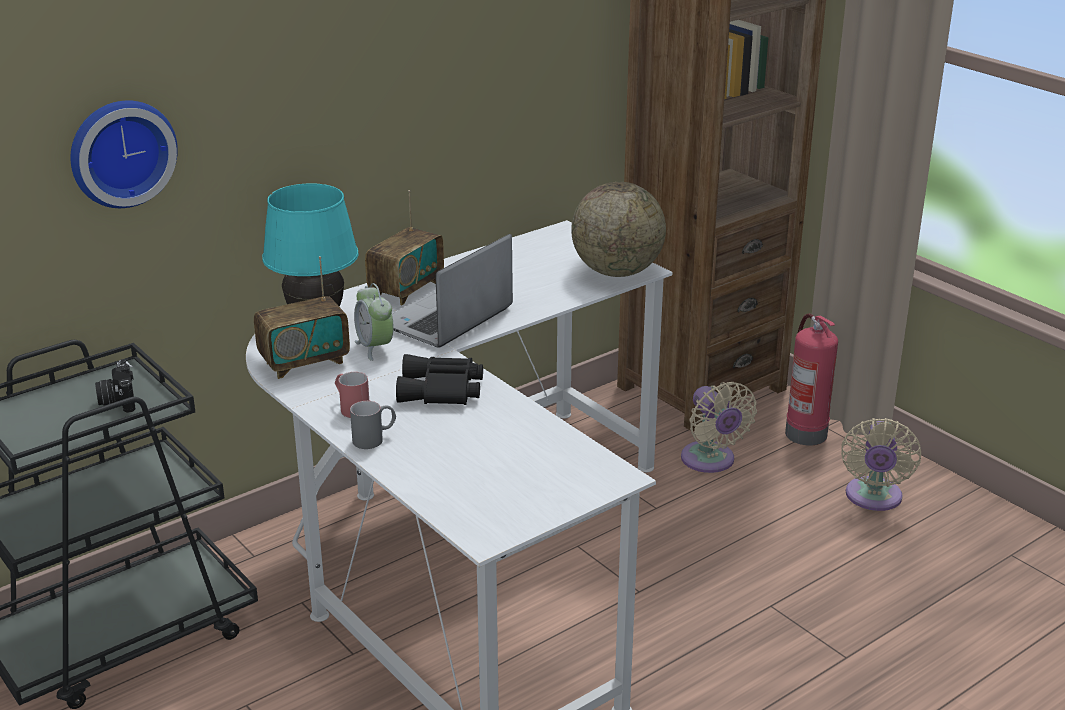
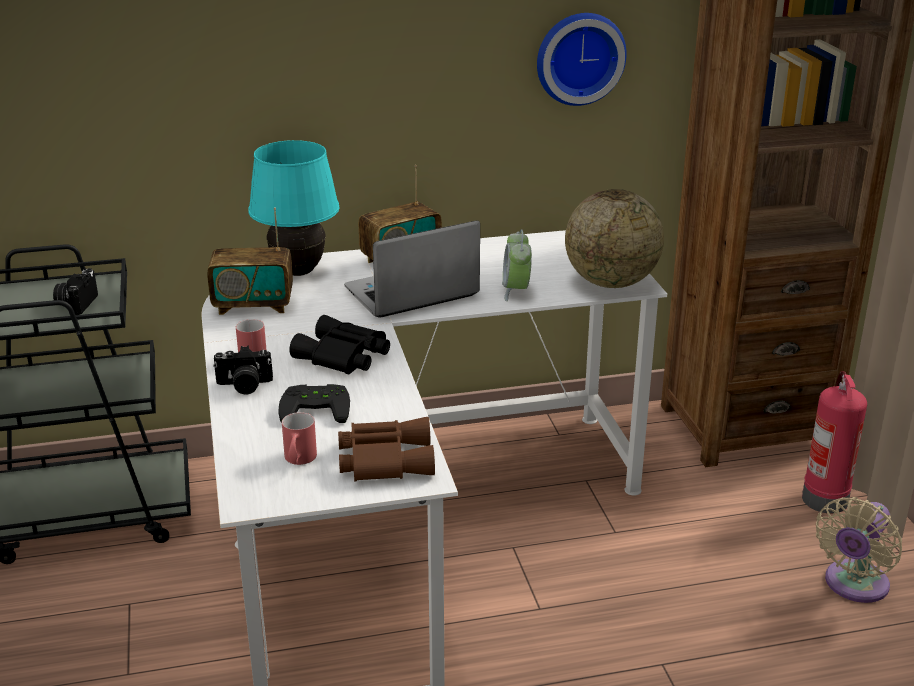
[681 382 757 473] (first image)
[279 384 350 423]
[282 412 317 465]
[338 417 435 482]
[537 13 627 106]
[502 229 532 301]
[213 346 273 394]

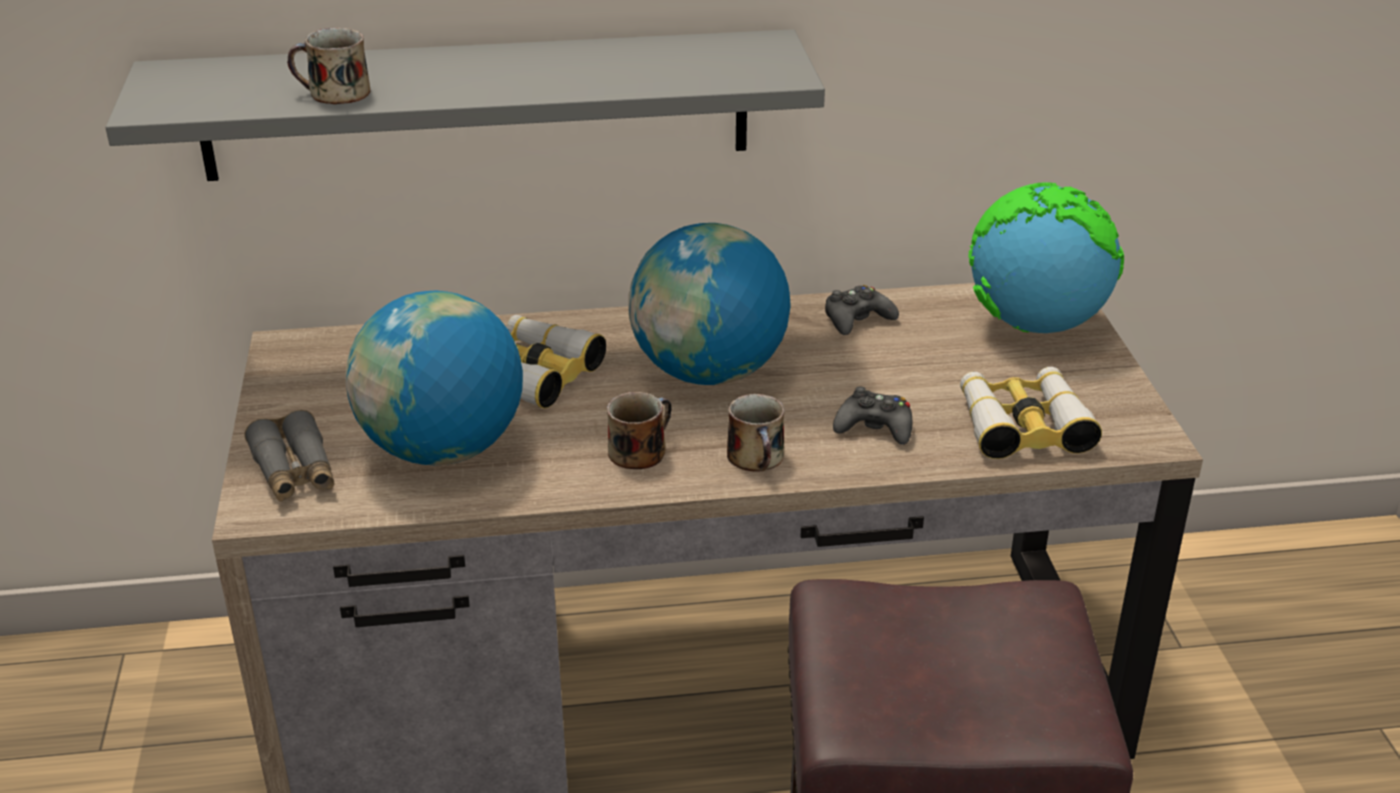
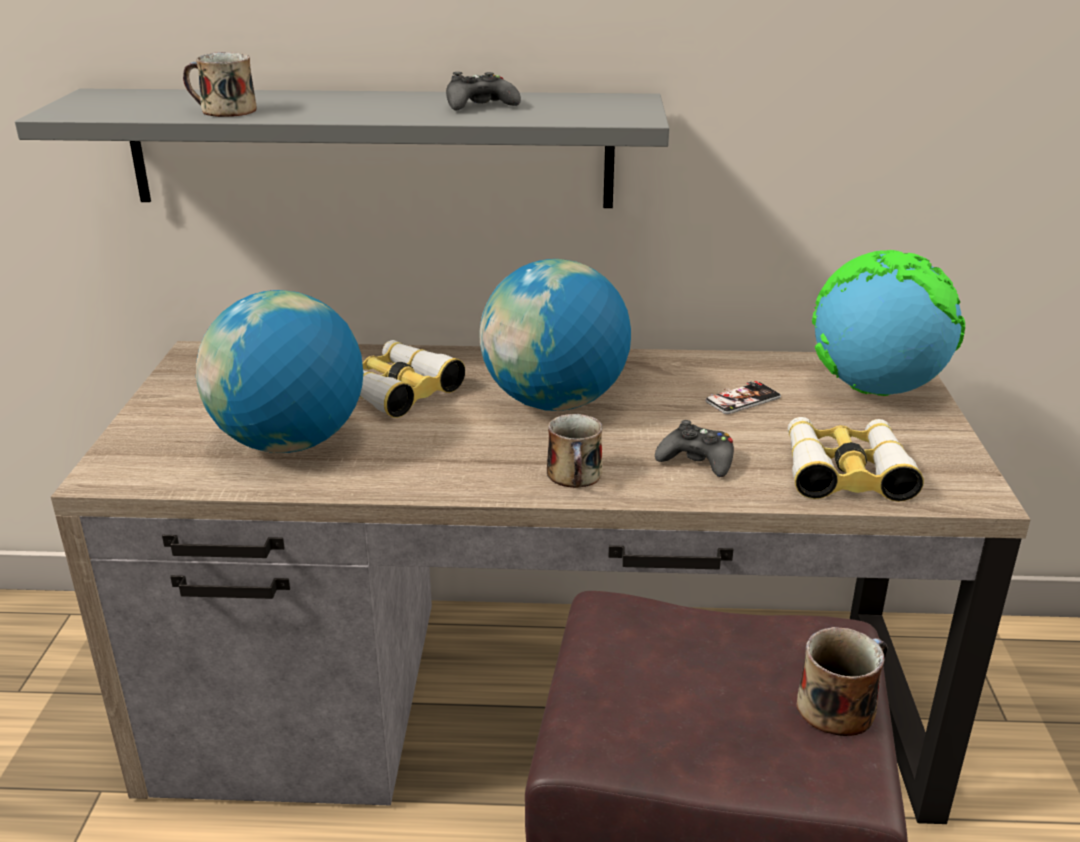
[244 410 334 502] (first image)
[705 381 781 414]
[796 627 888 736]
[446 72 521 111]

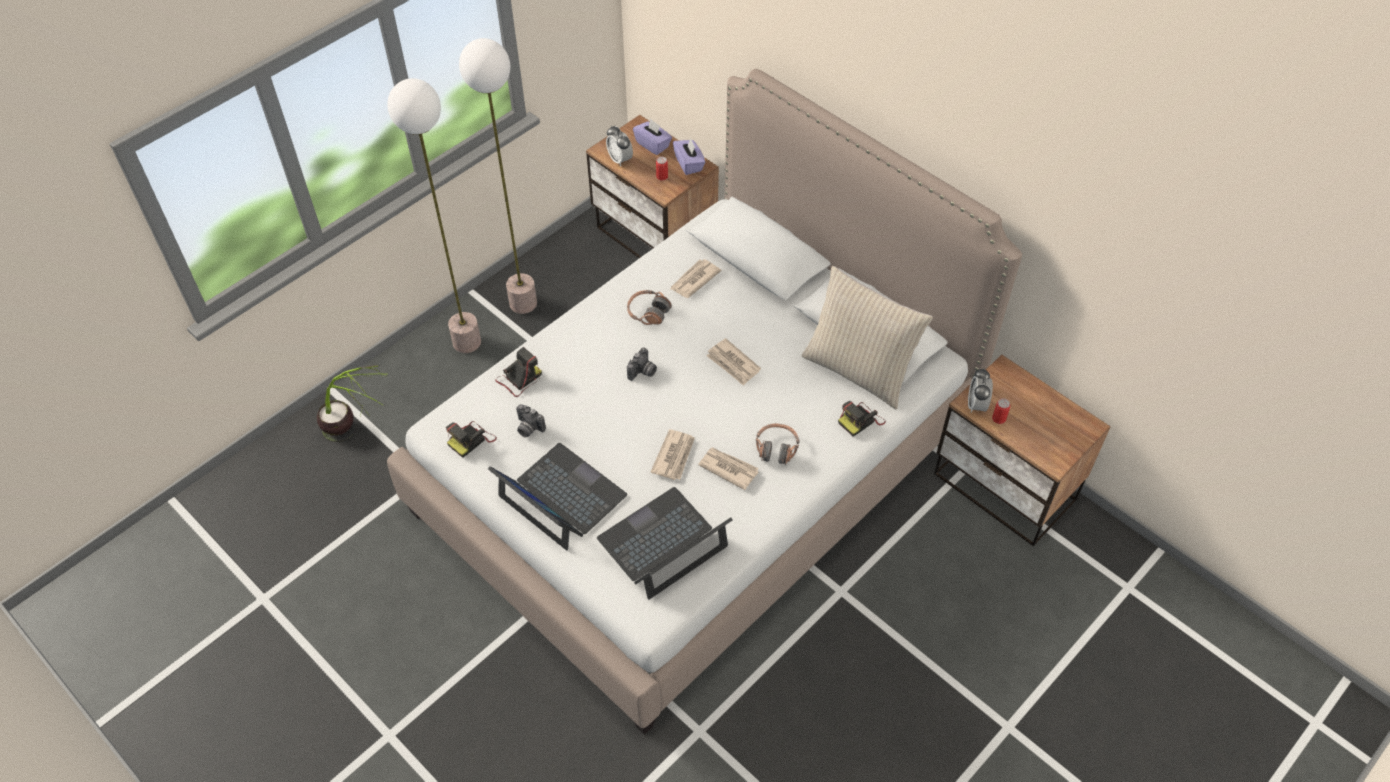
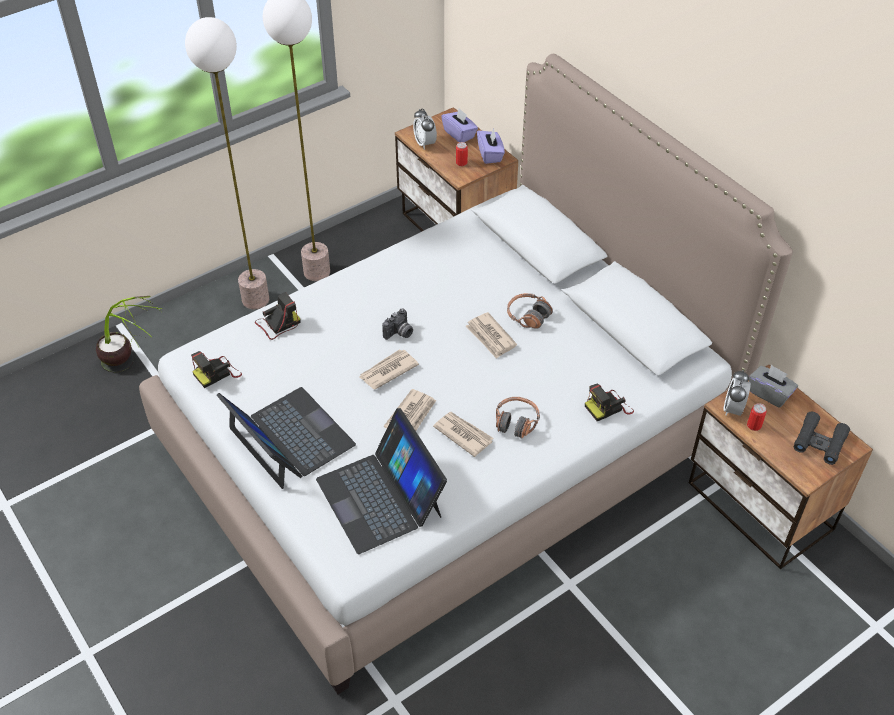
[516 404 546 437] (first image)
[802 266 933 409] (first image)
[749 365 798 408]
[794 412 850 465]
[507 293 553 329]
[359 349 419 389]
[316 408 447 554]

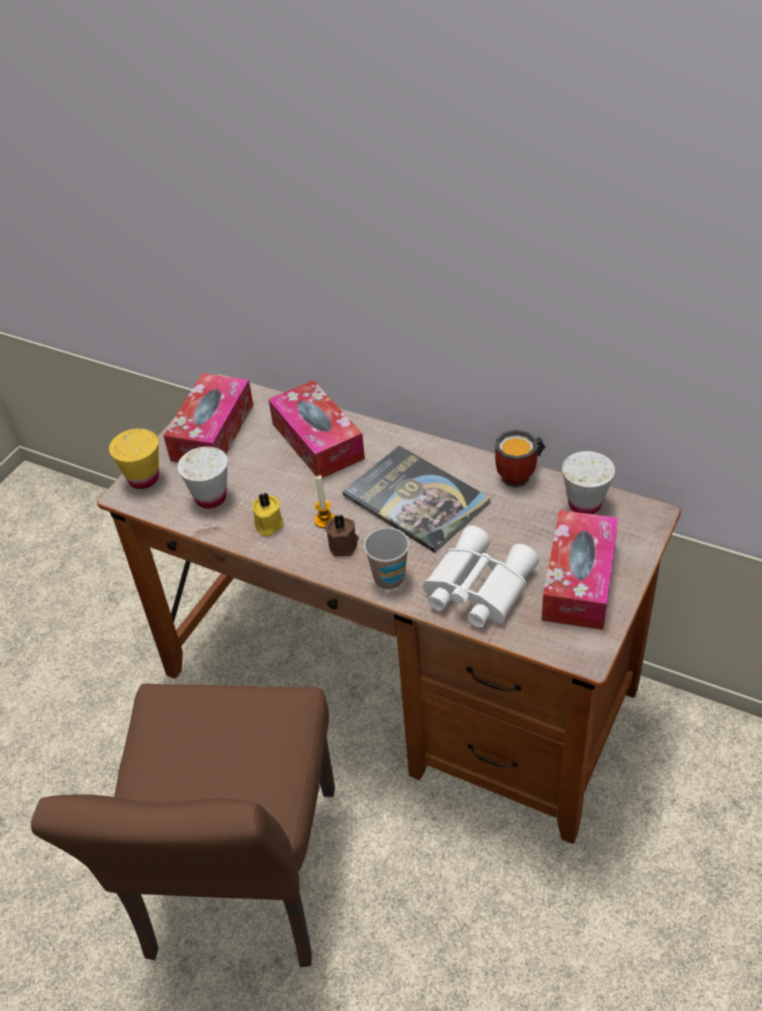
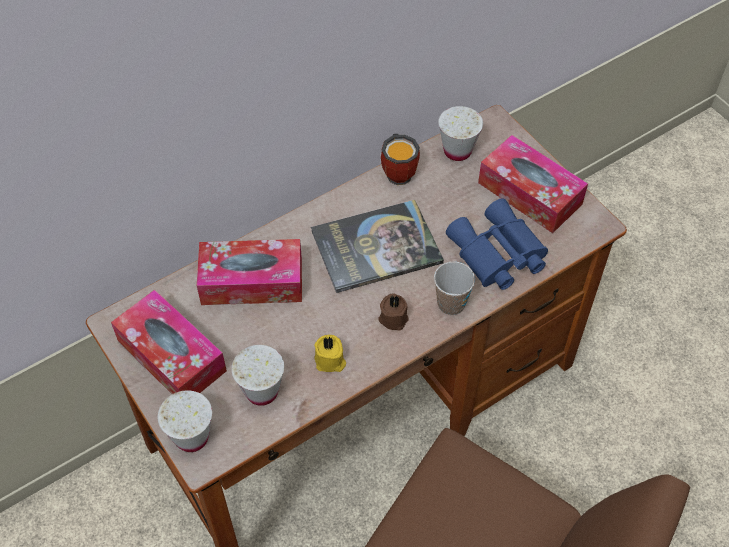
[314 475 335 528] (first image)
[158 390 212 452]
[446 199 548 290]

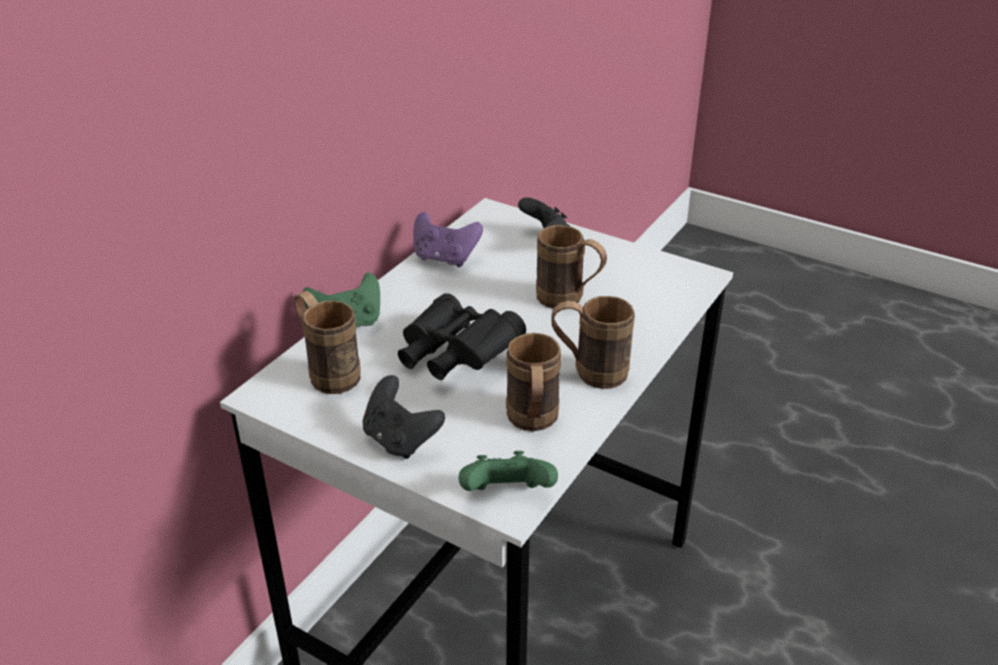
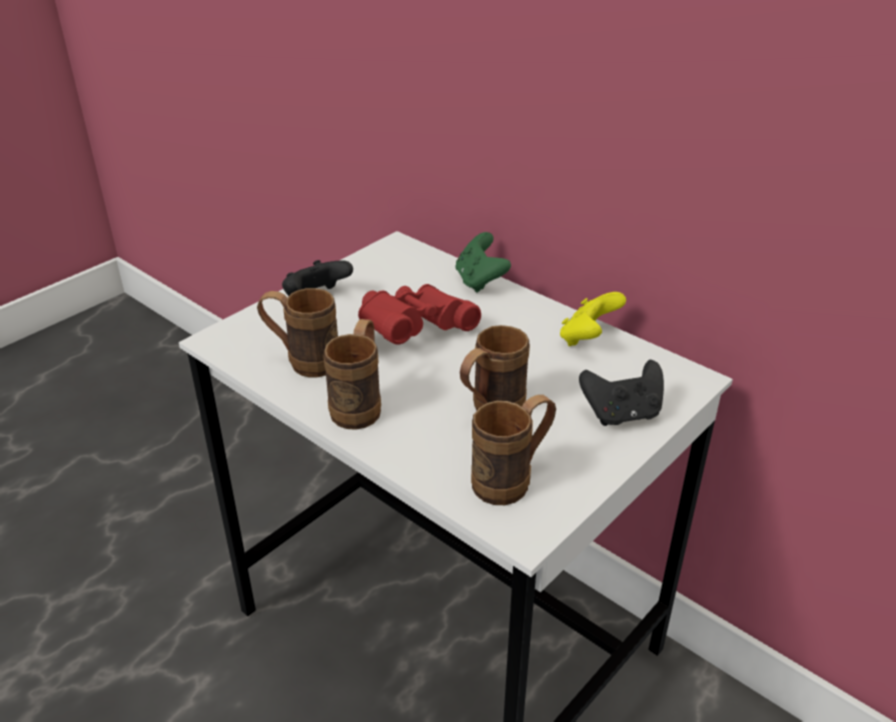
[459 451 558 491] (first image)
[471 395 556 505]
[358 284 481 345]
[560 292 626 346]

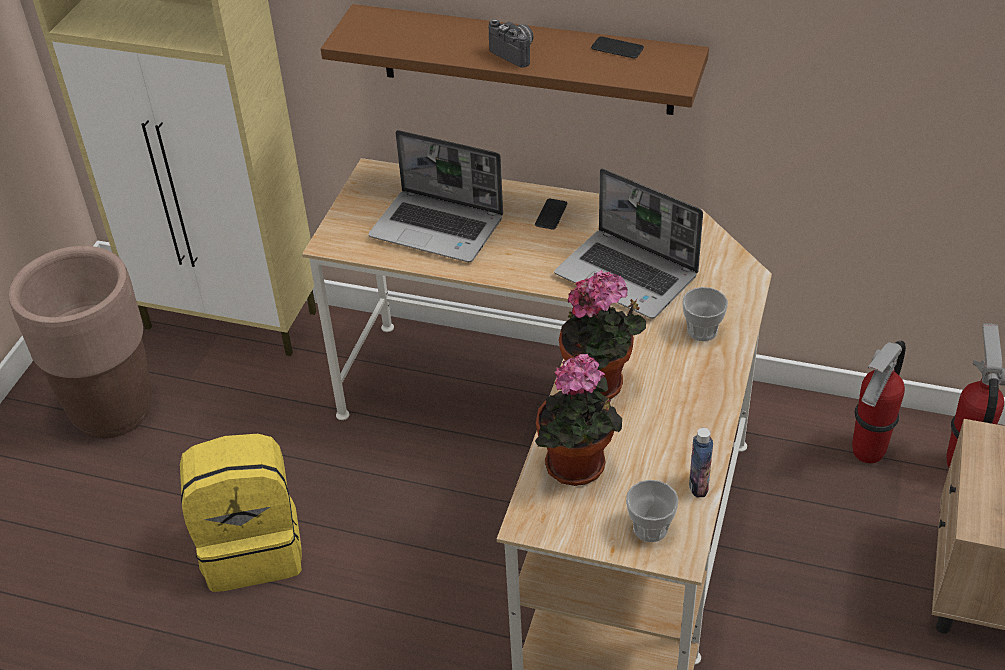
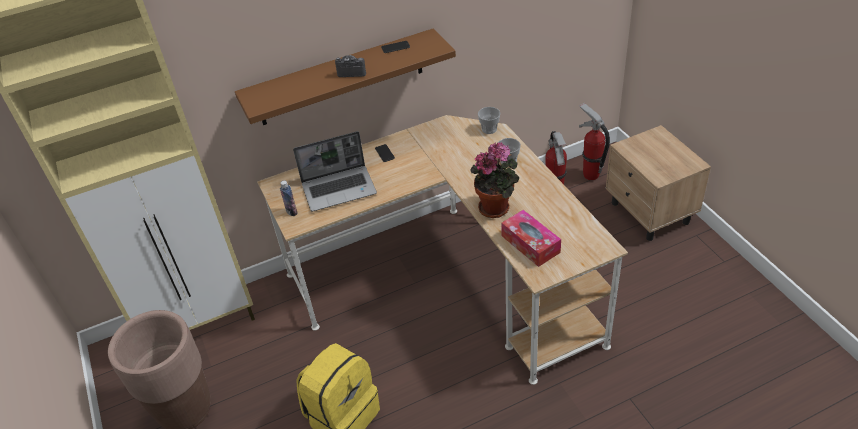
[554 169 703 319] (first image)
[478 107 500 134]
[280 181 298 216]
[501 210 561 267]

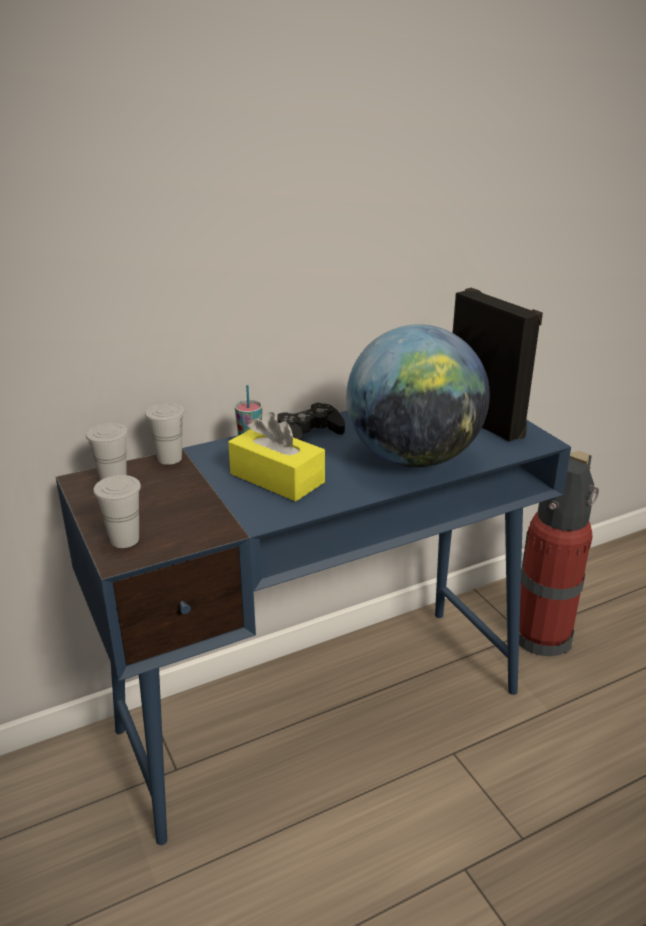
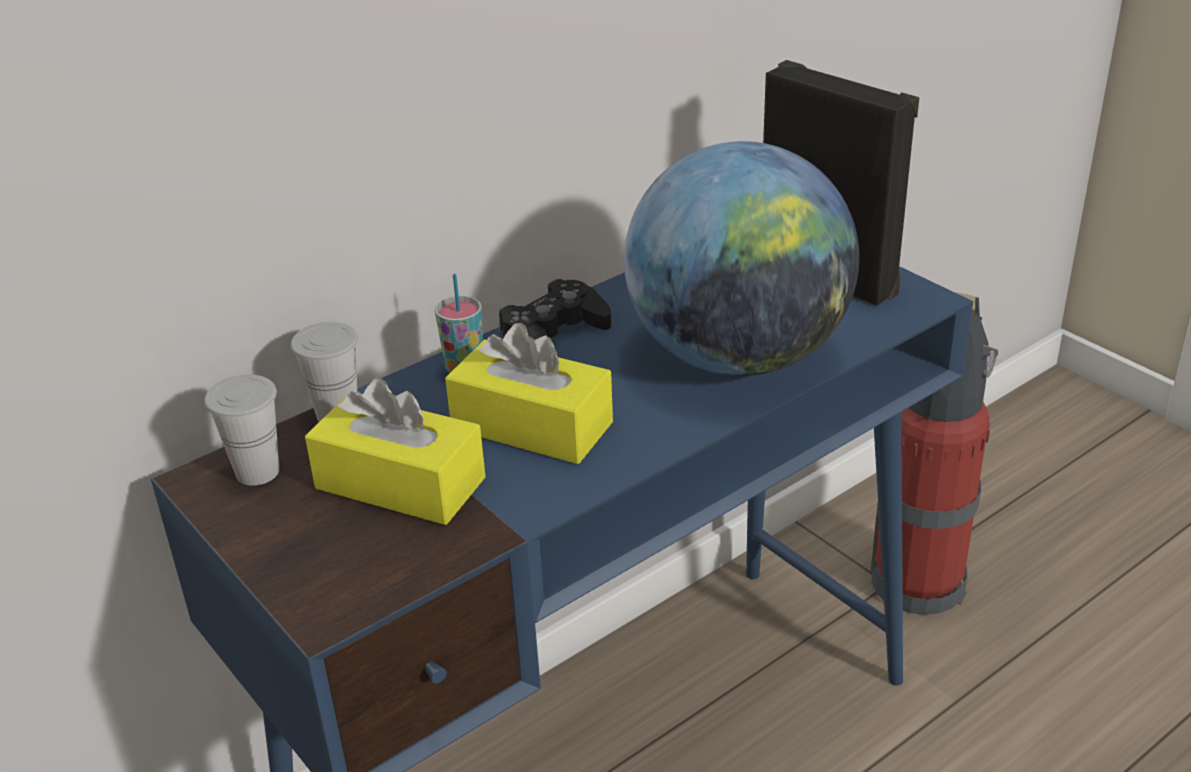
[93 475 141 548] (first image)
[305 378 485 525]

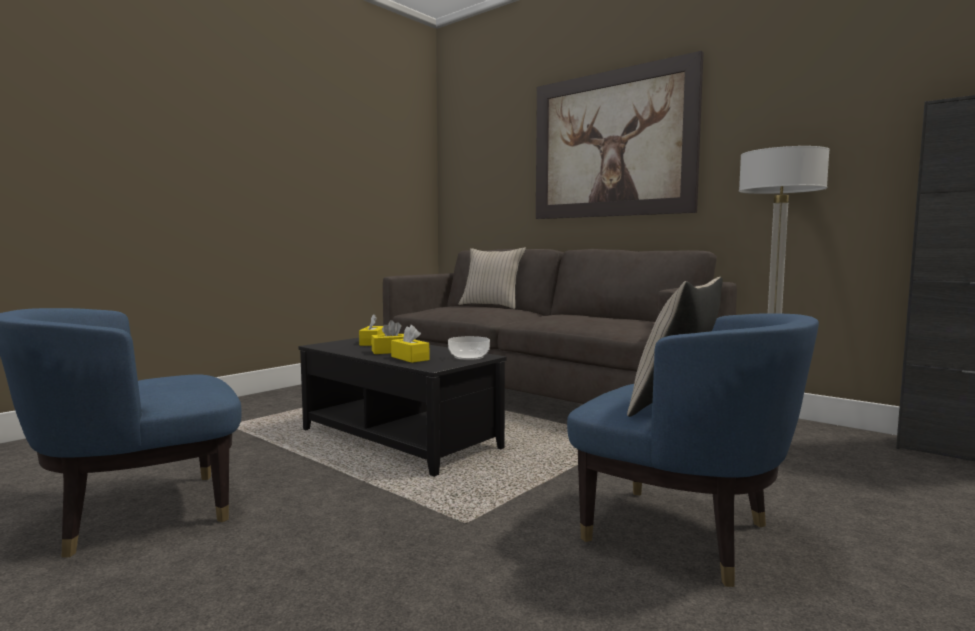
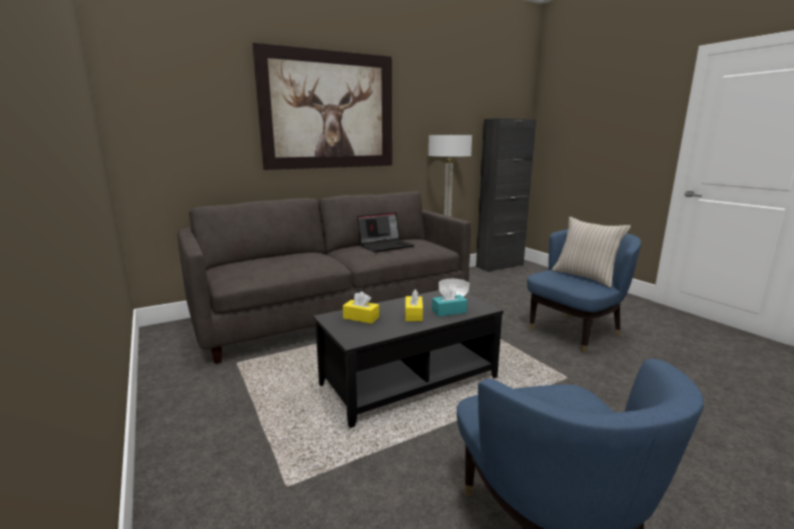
[459 248 526 309] (first image)
[357 212 414 252]
[432 286 467 317]

